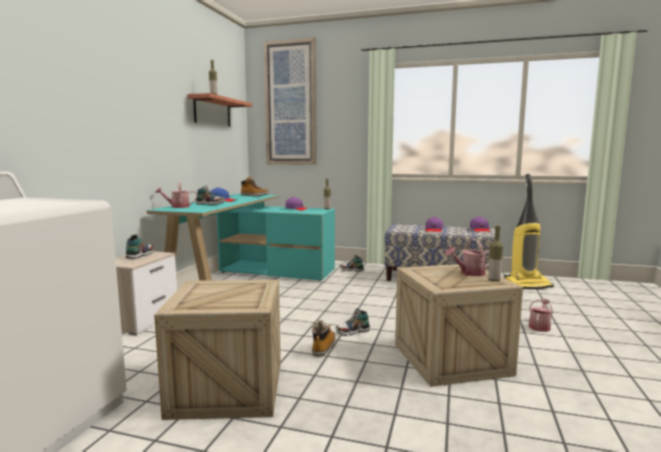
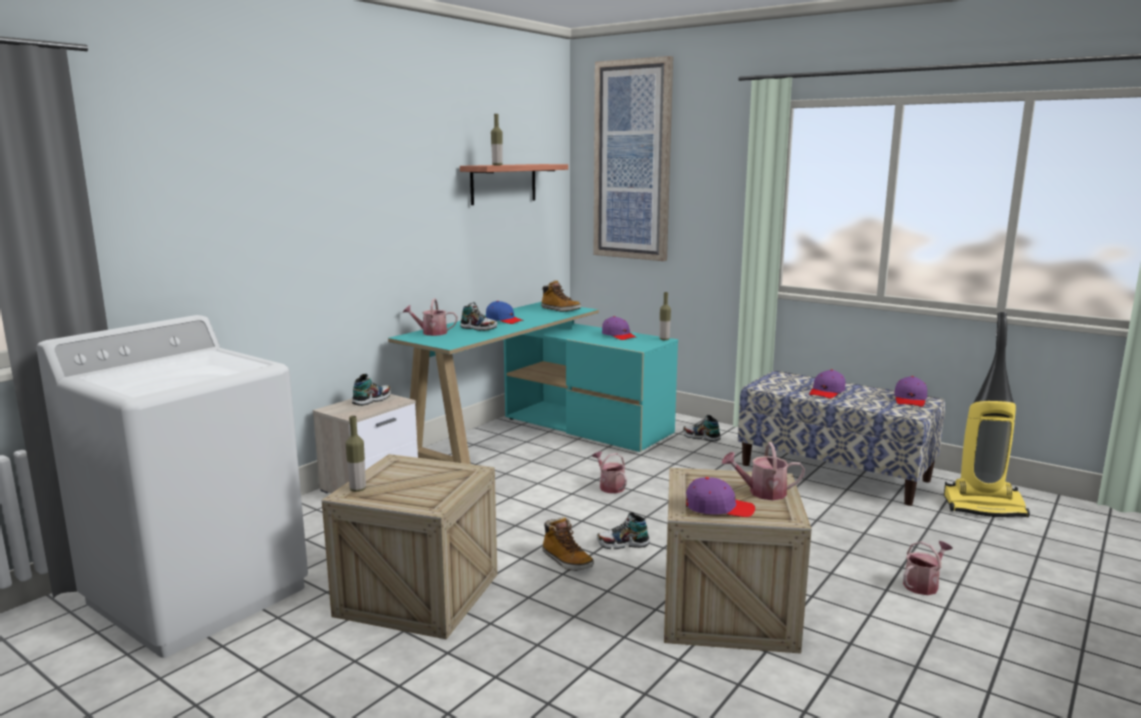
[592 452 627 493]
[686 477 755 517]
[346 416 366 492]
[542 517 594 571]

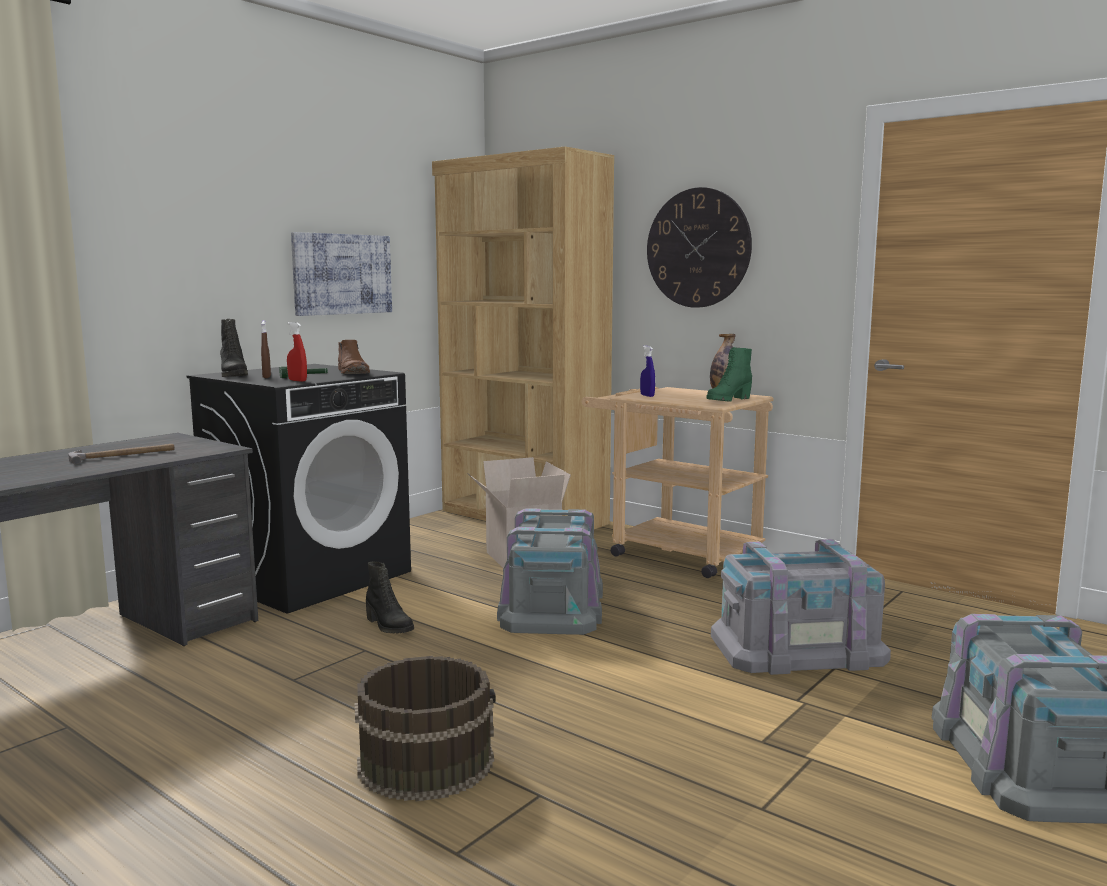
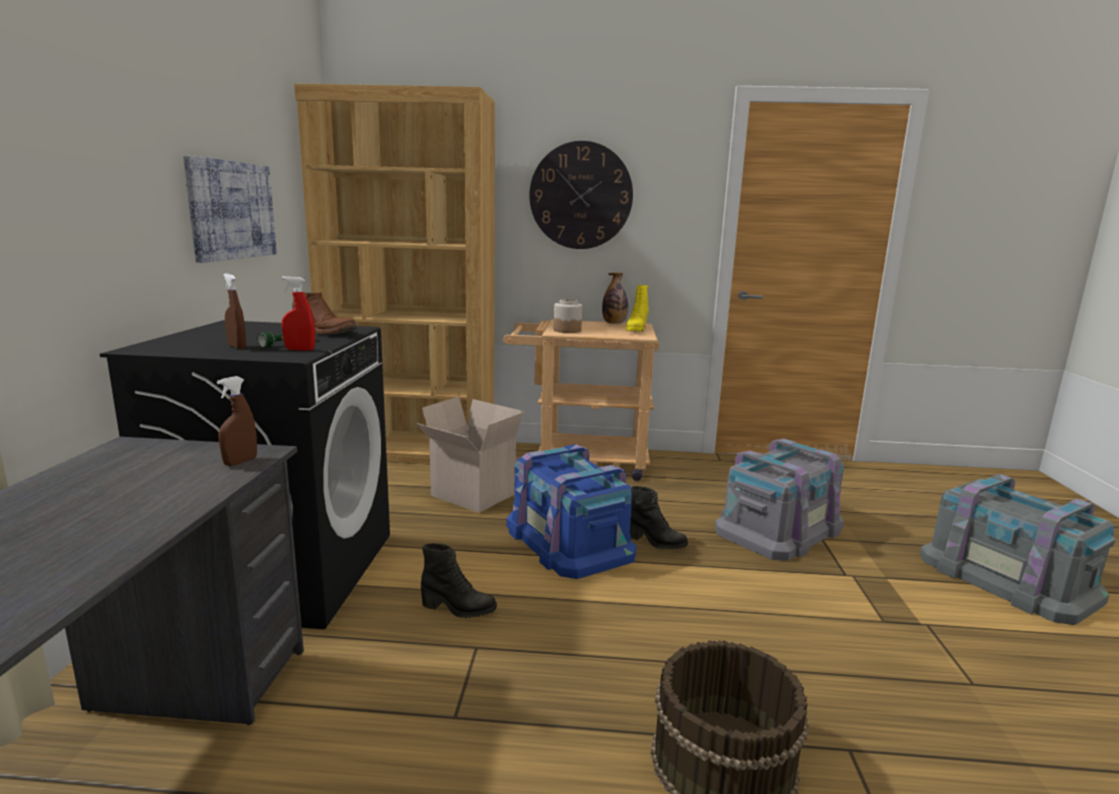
[68 444 175 464] (first image)
[217 376 257 466]
[630 486 688 549]
[554 299 582 333]
[506 444 636 579]
[626 285 649 332]

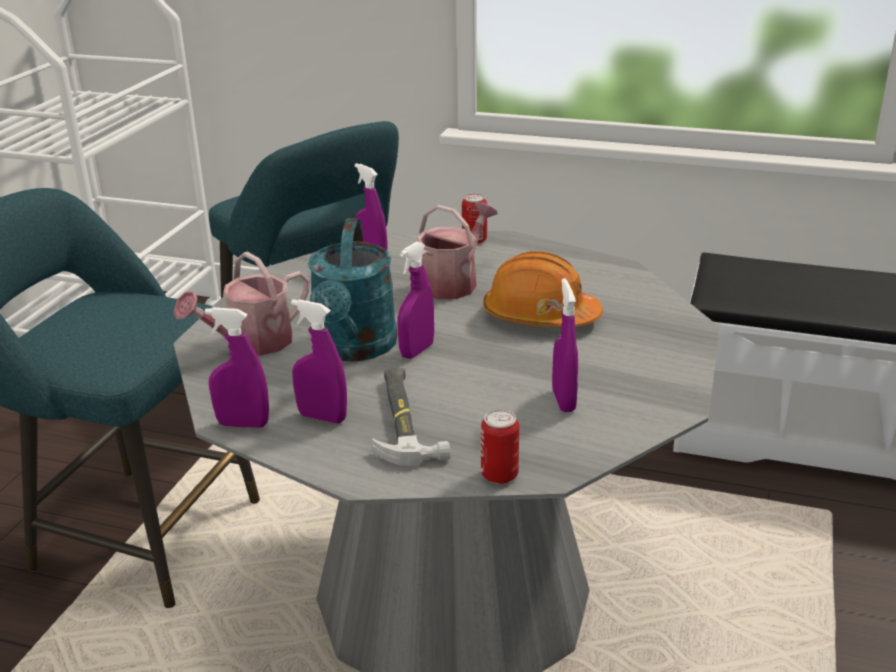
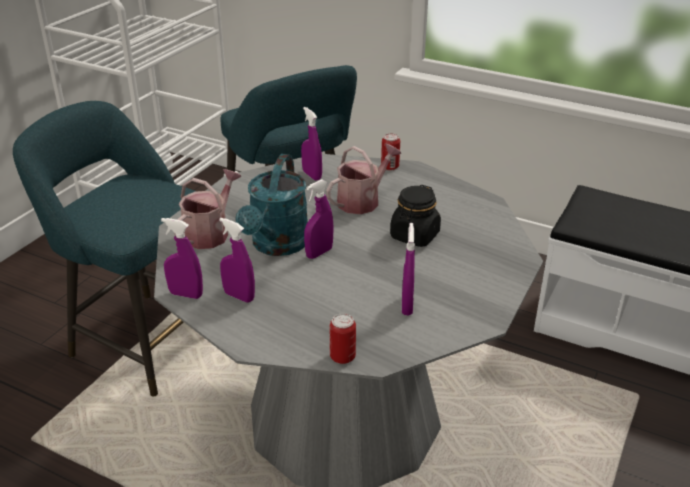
[372 368 450 466] (first image)
[390 185 441 247]
[174 169 241 249]

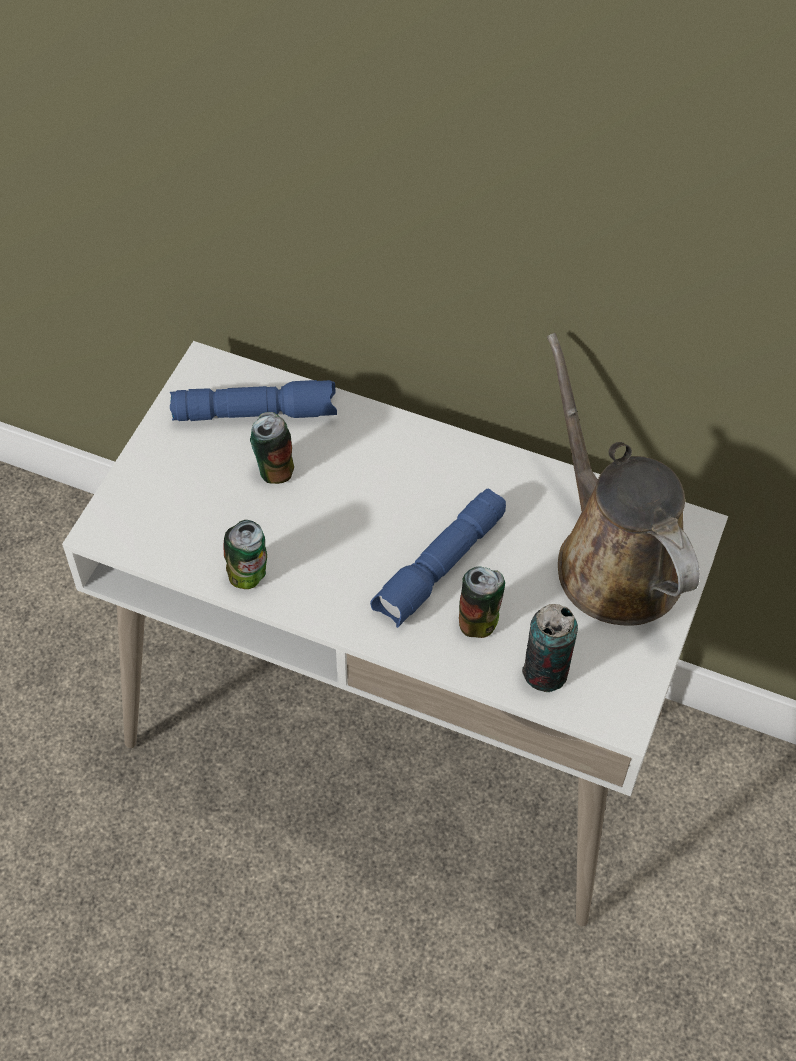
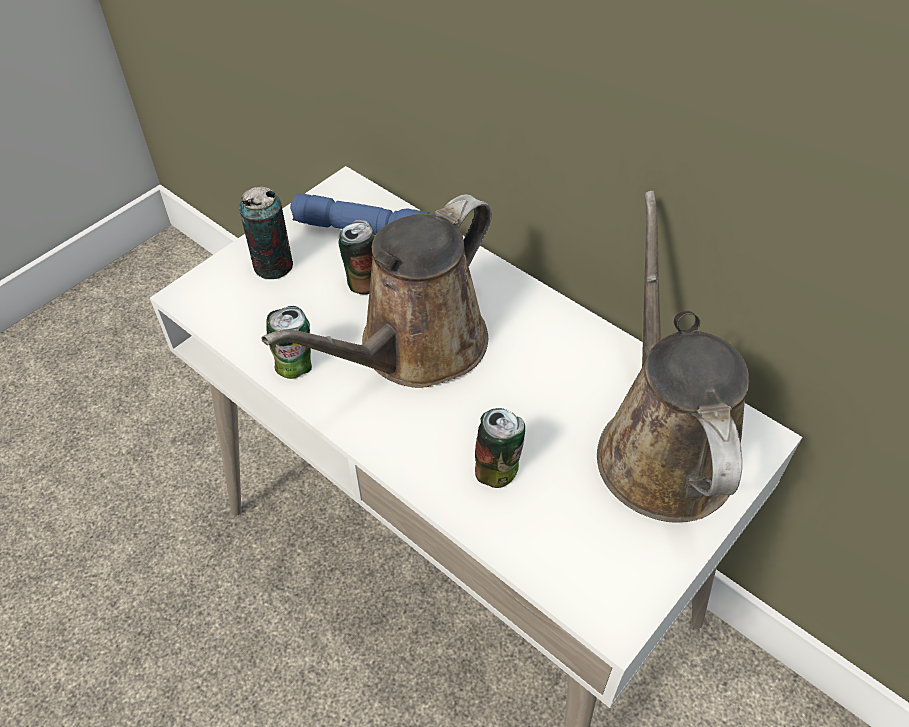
[370 489 506 628] (first image)
[262 194 492 388]
[238 187 293 279]

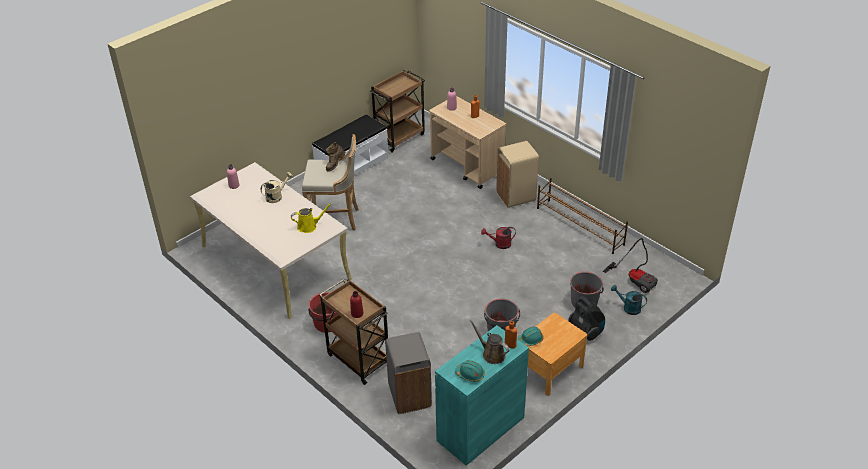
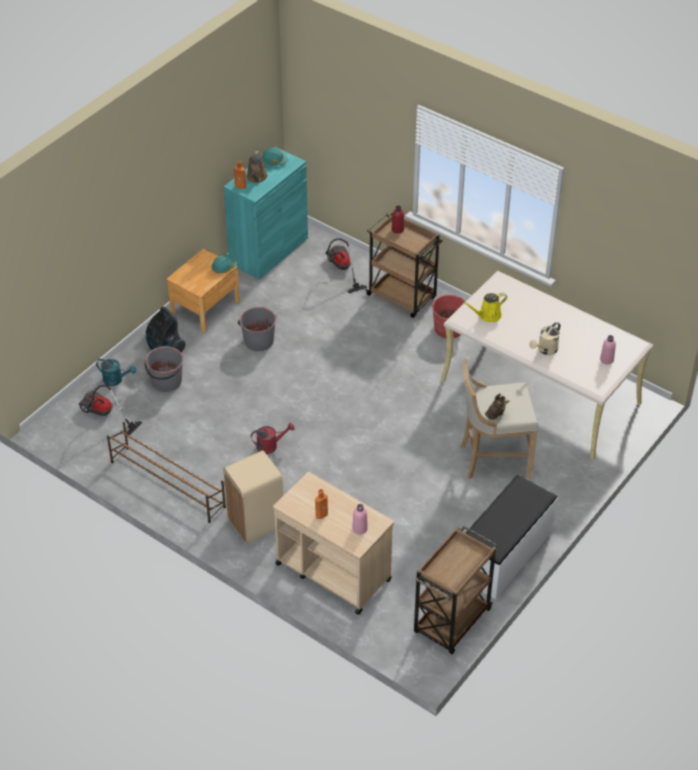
[325 238 367 293]
[247 151 268 183]

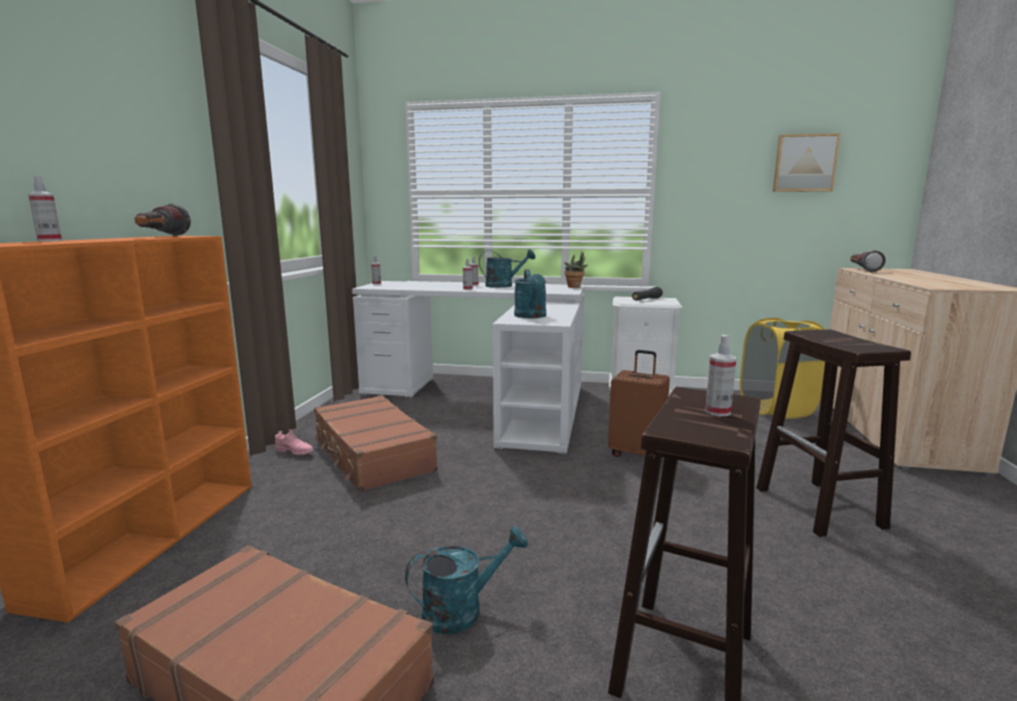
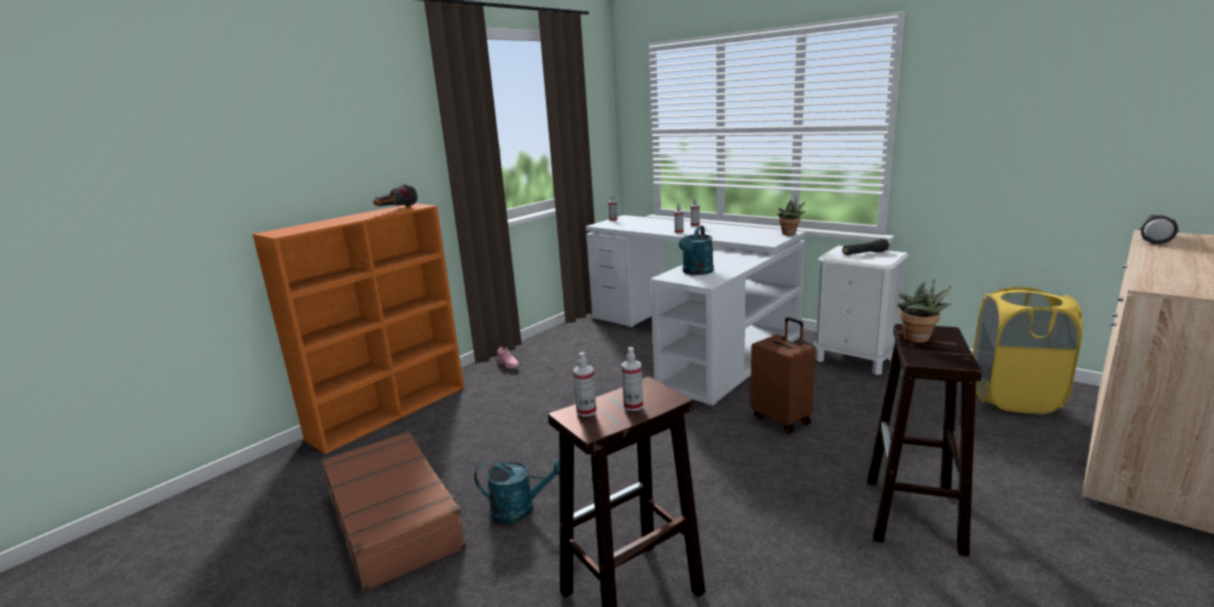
[314 395 438 492] (first image)
[479 249 535 288] (first image)
[773 133 840 192] (first image)
[897 279 951 343]
[573 352 597 417]

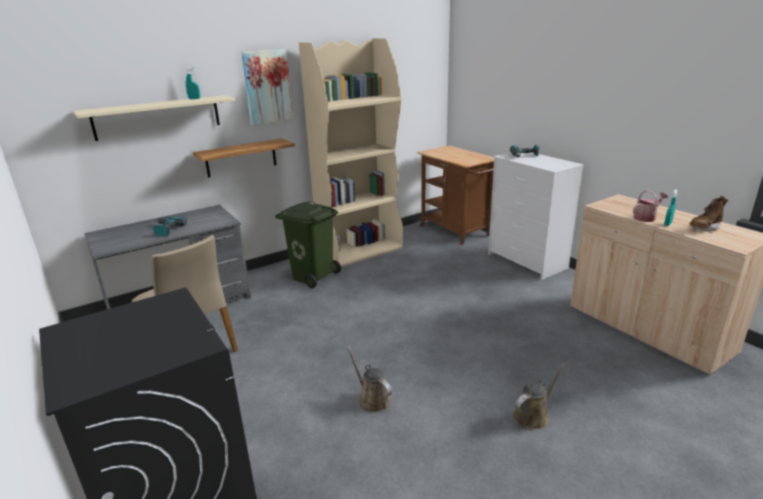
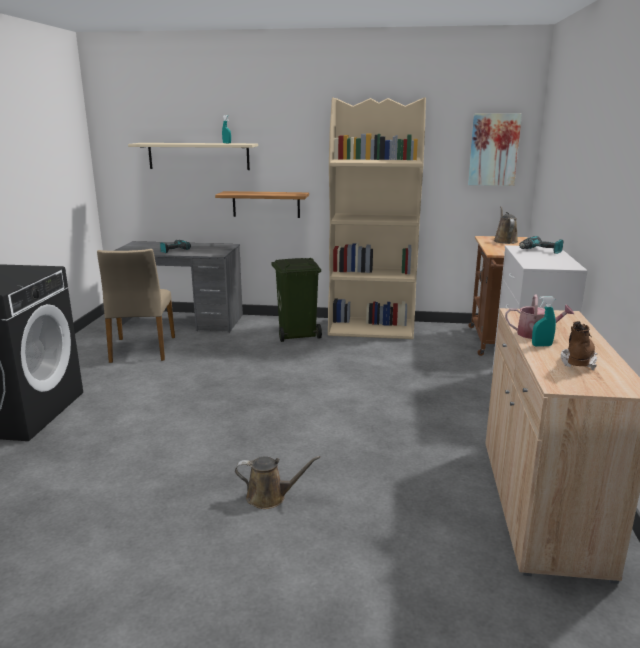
[468 113 522 186]
[494 206 518 244]
[561 321 598 370]

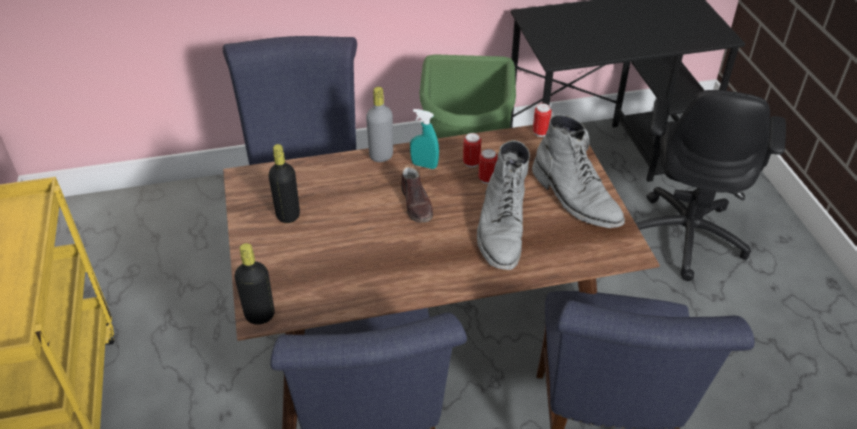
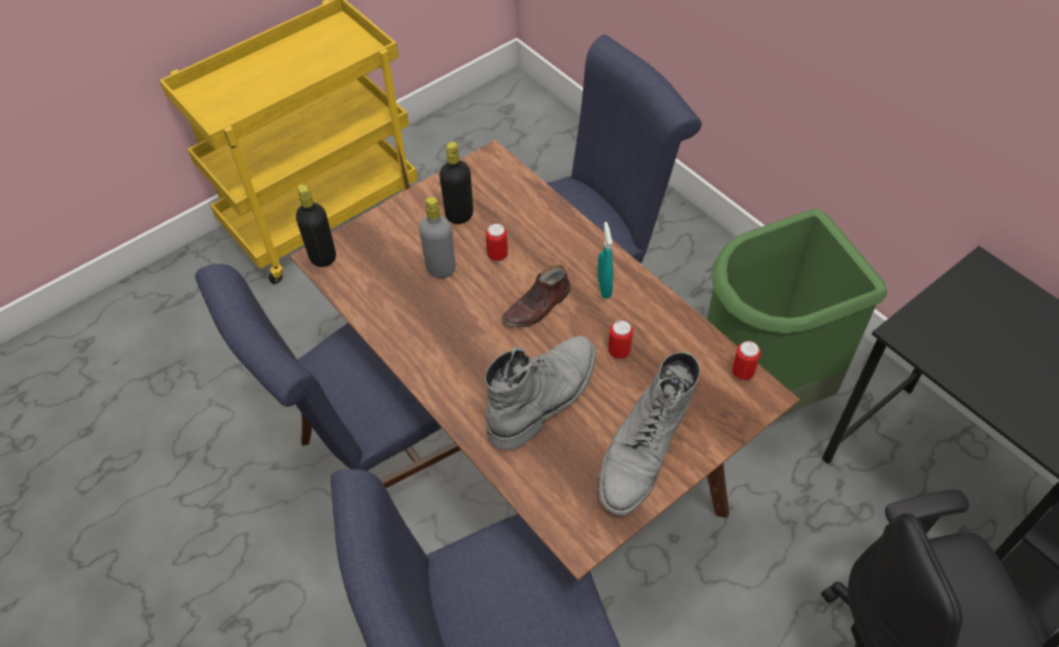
[419 197 456 278]
[486 223 508 262]
[485 336 596 450]

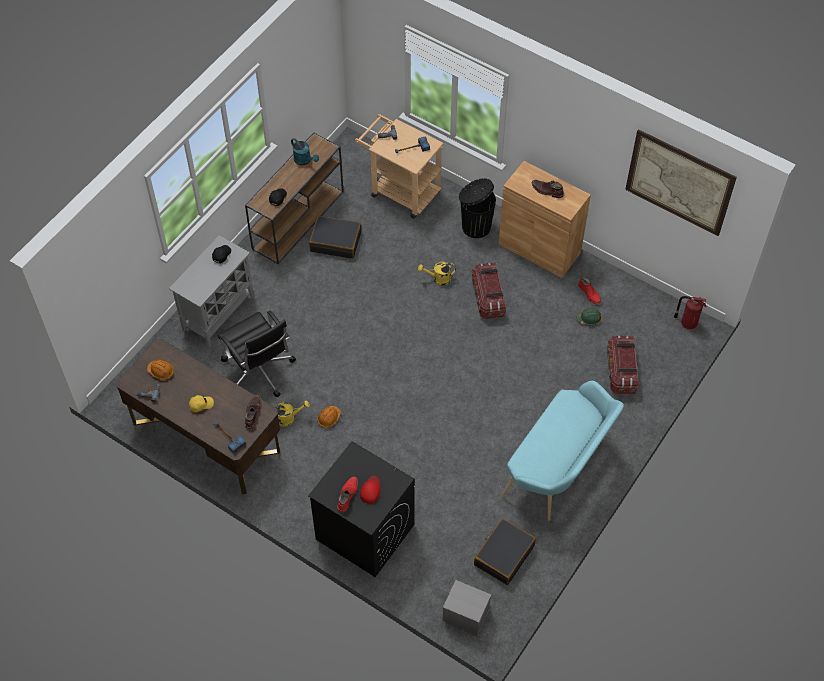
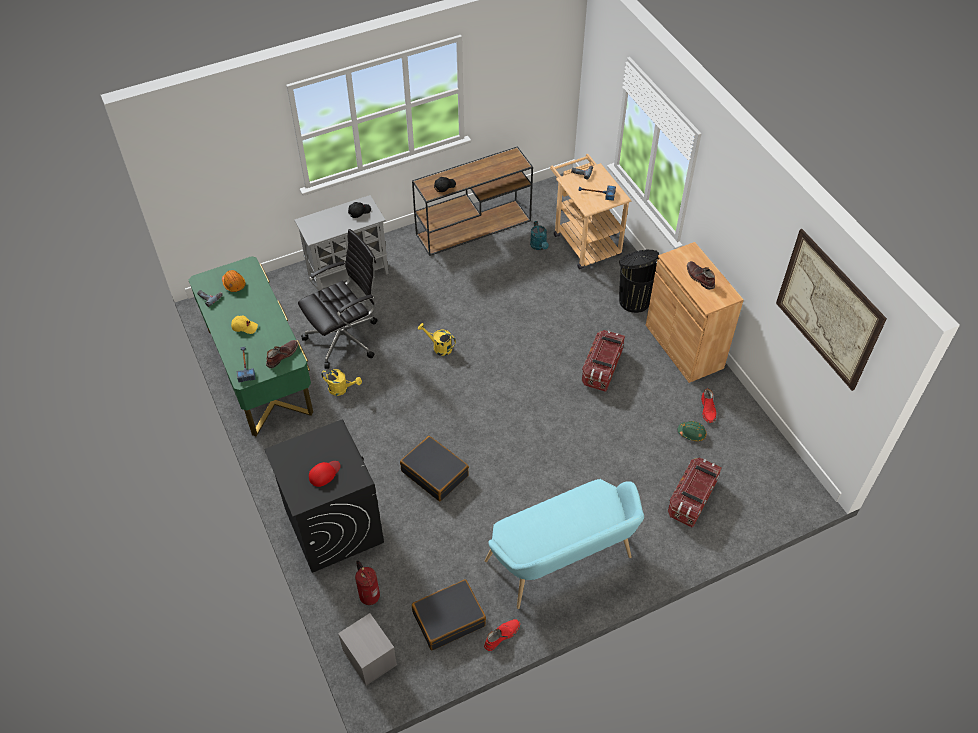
[317 406 341 428] (first image)
[530 221 549 250]
[400 436 469 501]
[484 619 520 651]
[418 323 456 356]
[355 561 380 605]
[189 256 313 436]
[298 229 378 369]

